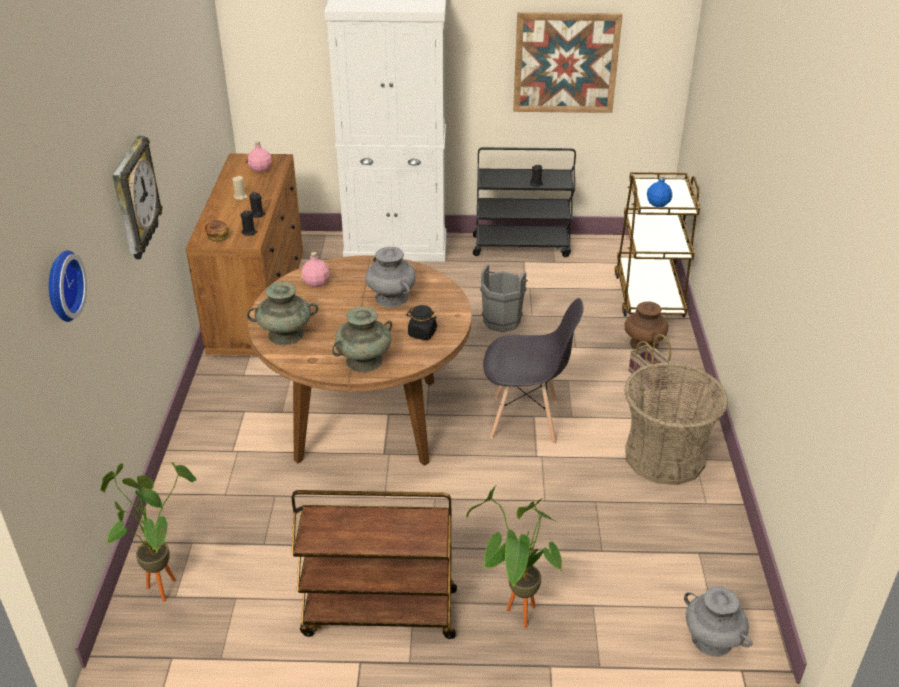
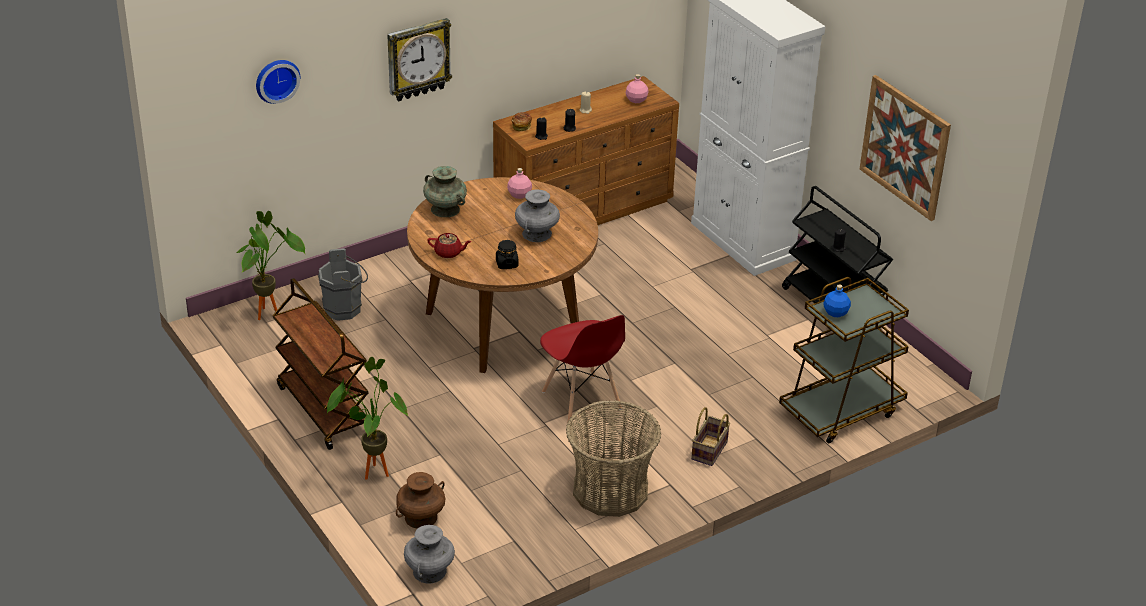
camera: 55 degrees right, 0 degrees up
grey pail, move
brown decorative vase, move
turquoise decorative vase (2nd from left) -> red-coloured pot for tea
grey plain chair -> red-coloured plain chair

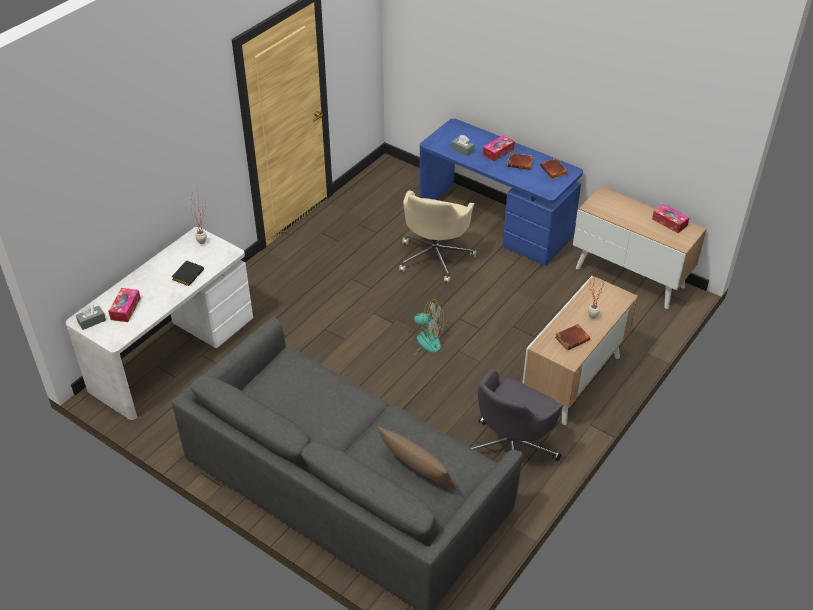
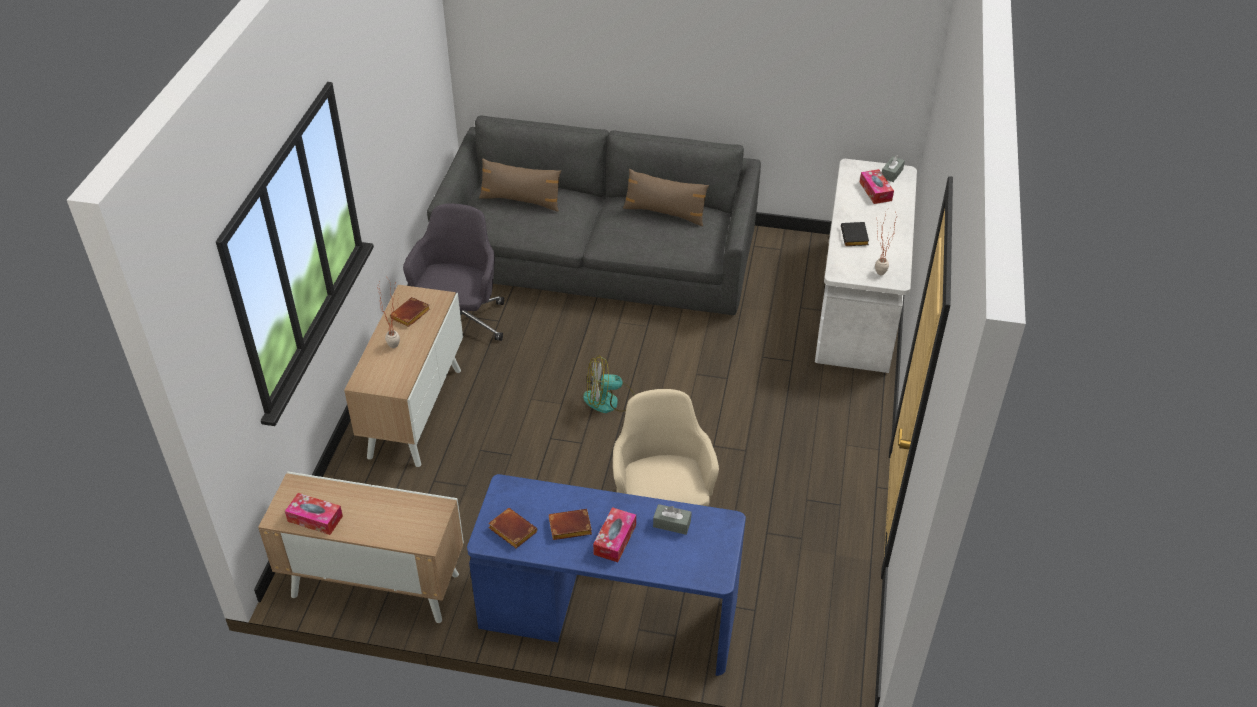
camera: 155 degrees right, 0 degrees up
none -> brown throw pillow (2nd from left)

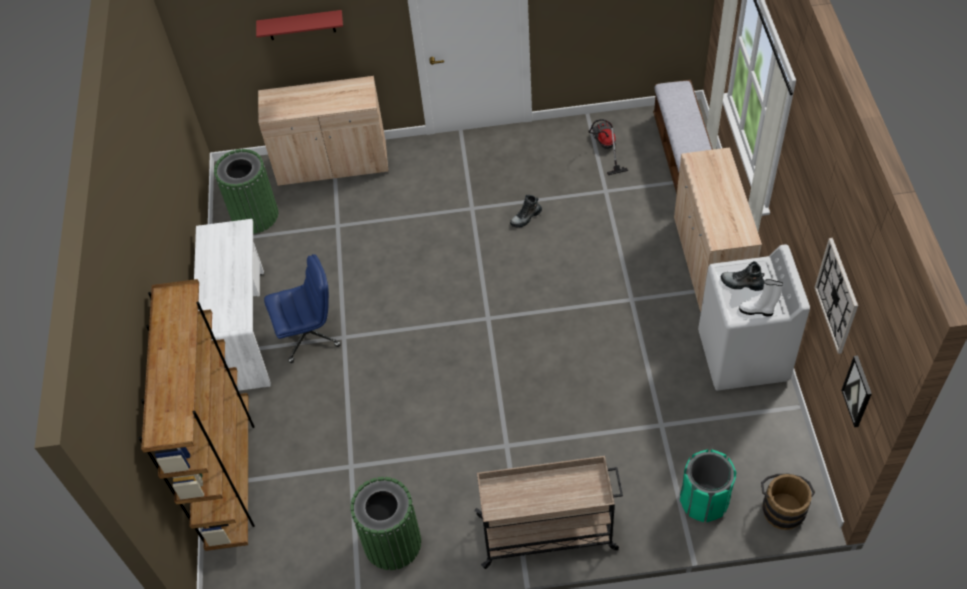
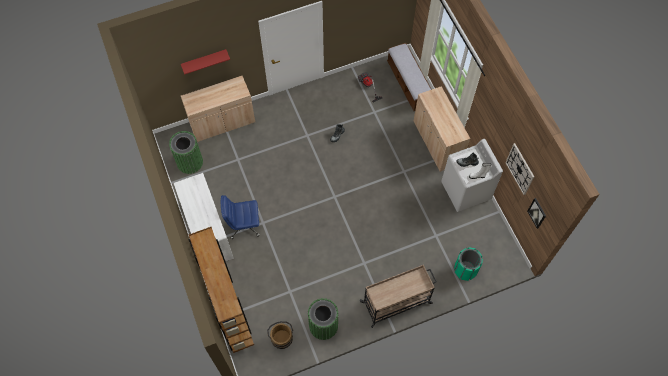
camera: 20 degrees left, 10 degrees up
brown pail, move
blue-coloured office chair, 150 degrees counterclockwise

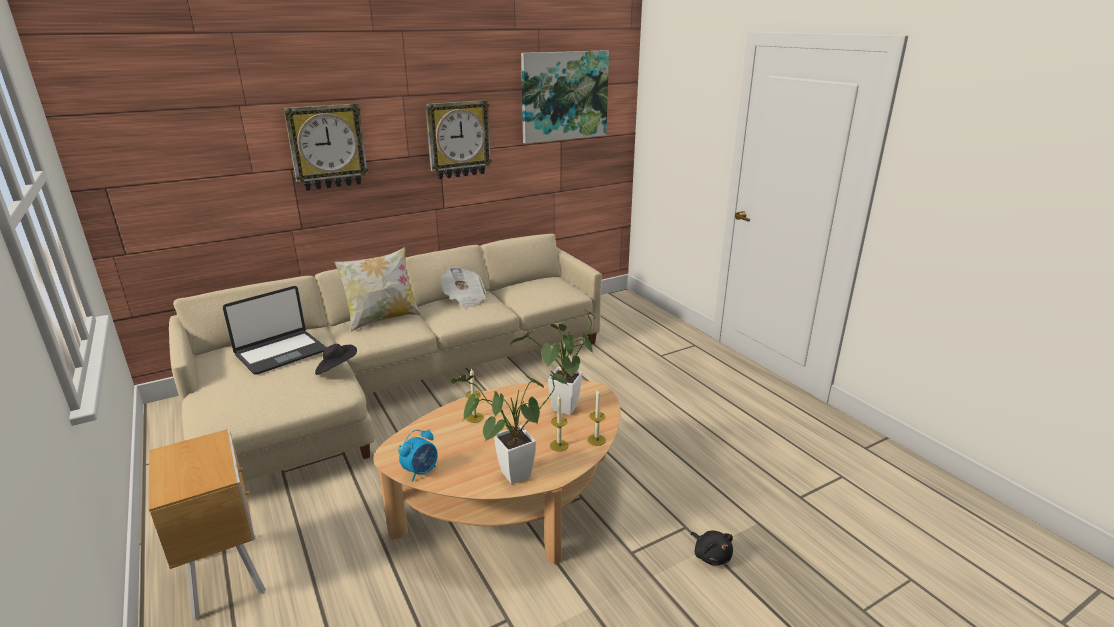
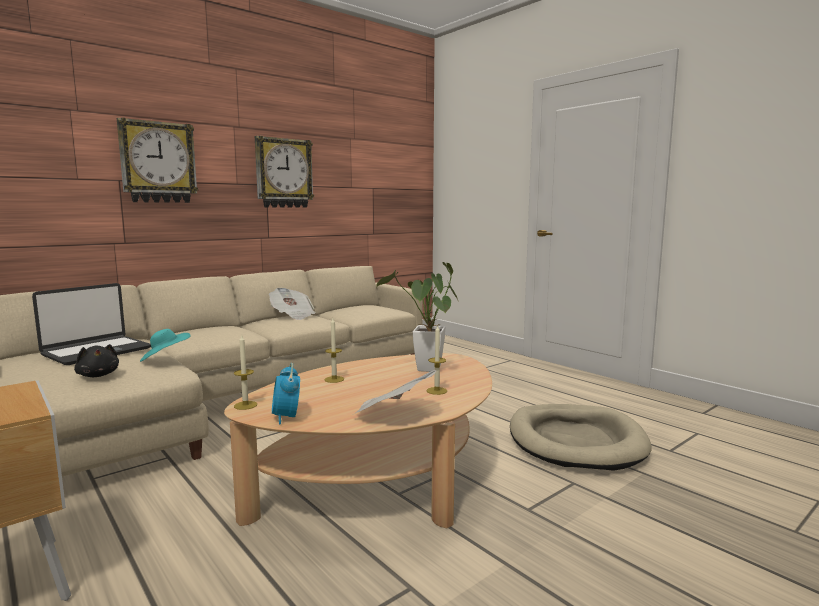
camera: 10 degrees left, 15 degrees down
throw pillow -> none
picture -> none
none -> beige dog bed
wax light (3rd from left in the first image) -> wax light (1st from left), move
blackish plush toy, move
potted plant (1st from left) -> newspaper (2nd from left)
blackish hat -> turquoise hat
bedside clock, 135 degrees clockwise

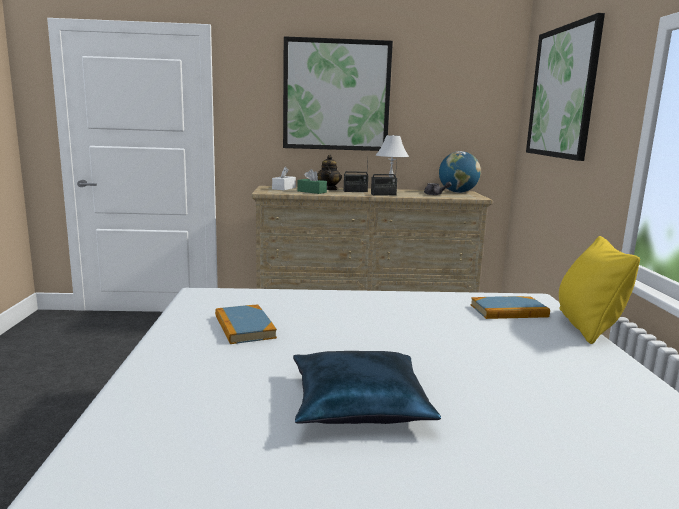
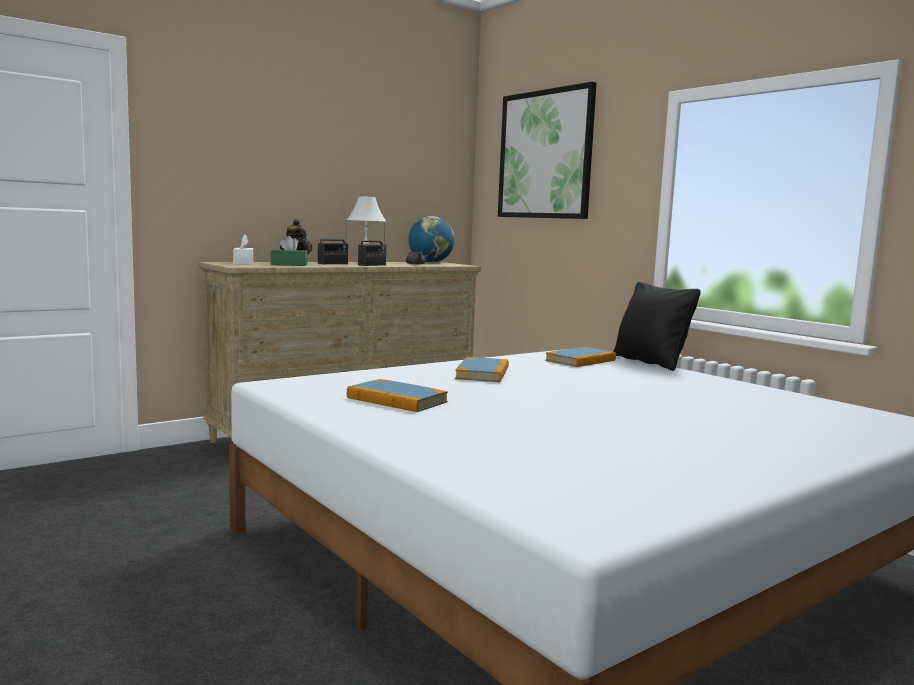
camera: 35 degrees left, 5 degrees down
picture (1st from left) -> none
blue-coloured throw pillow -> none
none -> book (2nd from left)
yellowish throw pillow -> blackish throw pillow

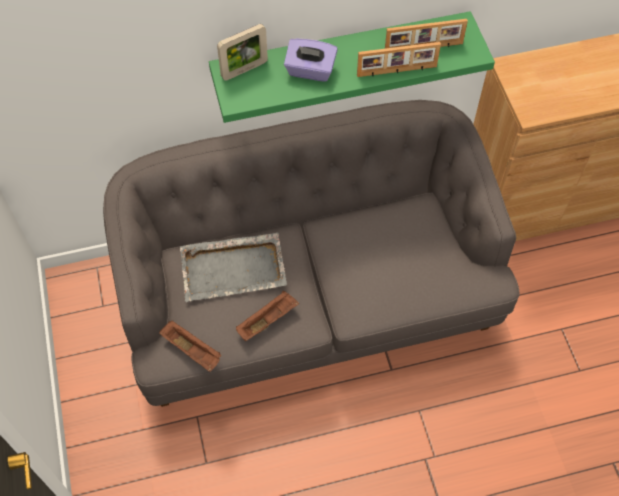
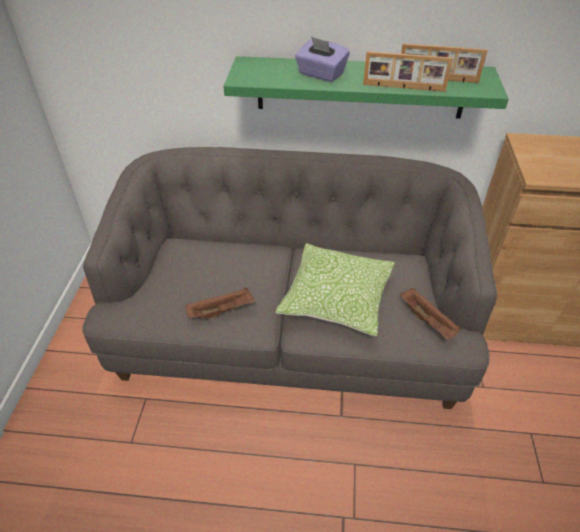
camera: 20 degrees right, 15 degrees down
grey carrying tray -> none
picture frame (1st from left) -> none
none -> throw pillow
brown carrying tray (1st from left in the first image) -> brown carrying tray (2nd from left), move

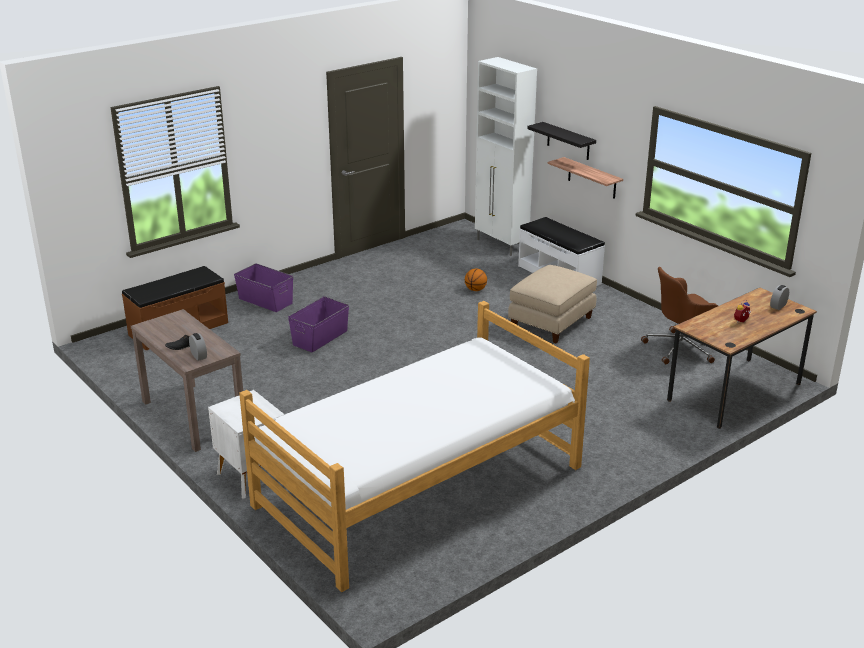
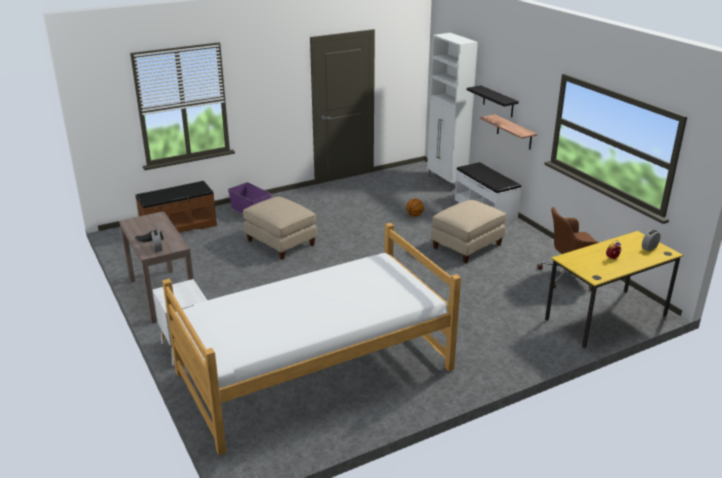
camera: 10 degrees right, 0 degrees up
purplish storage box (2nd from left) -> beige ottoman (1st from left)
brown desk table -> yellowish desk table

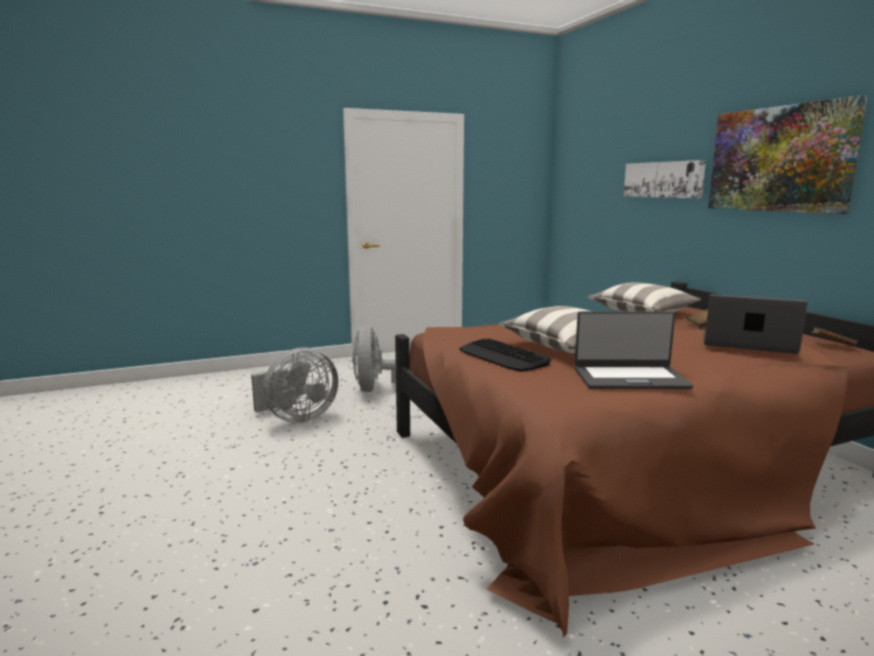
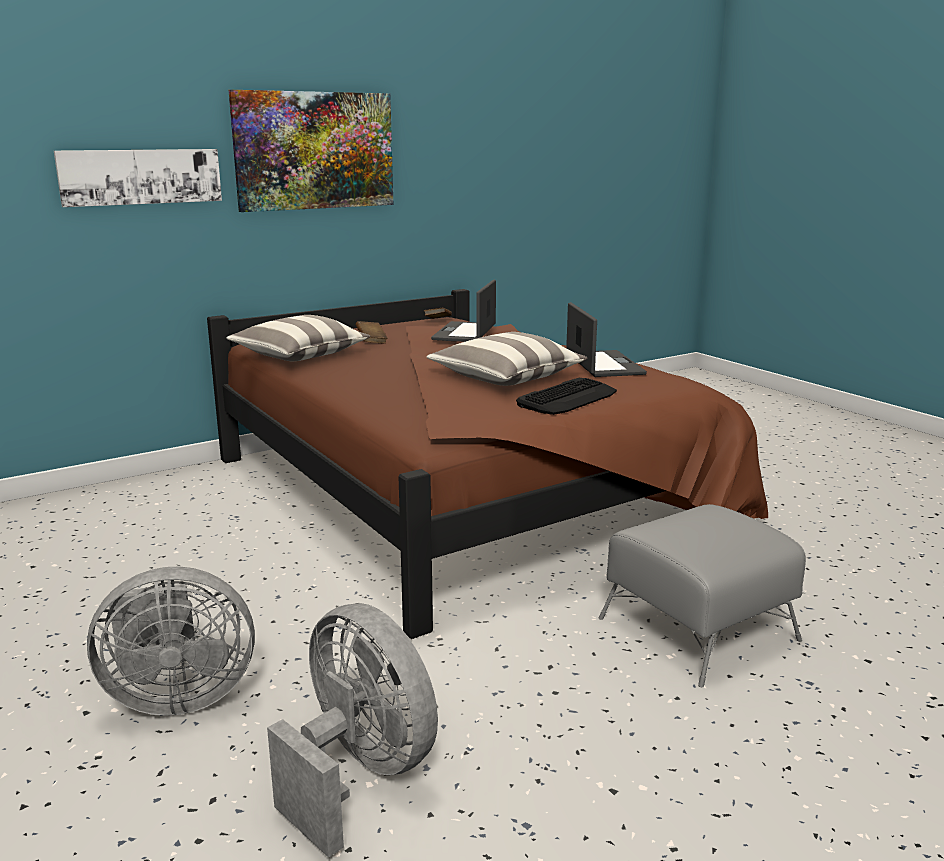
camera: 100 degrees left, 5 degrees up
none -> grey ottoman

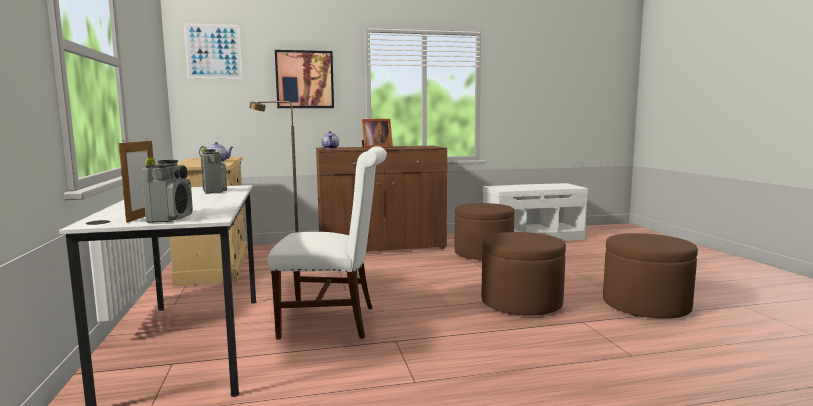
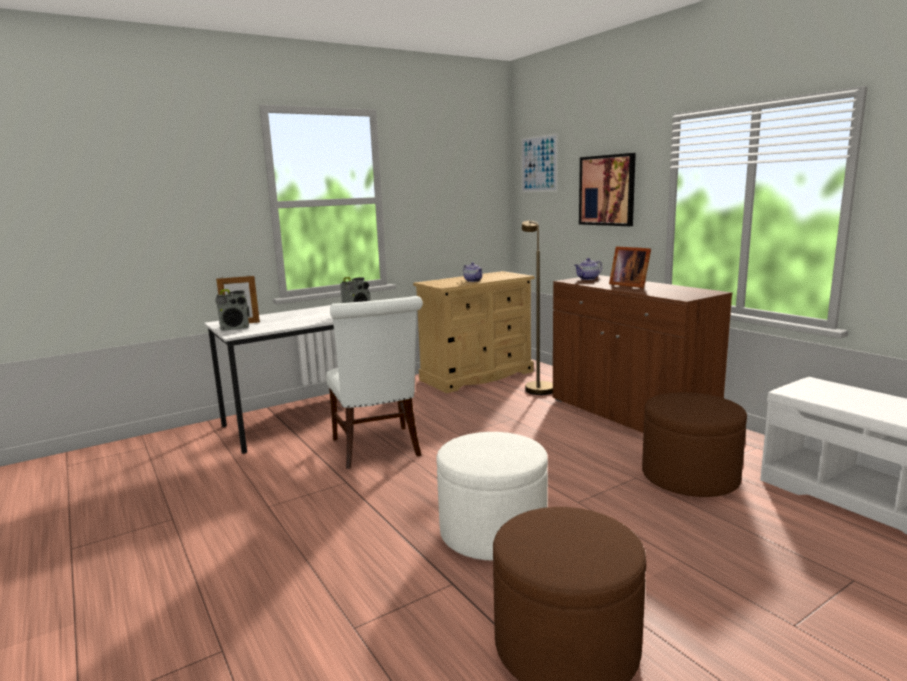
camera: 70 degrees right, 5 degrees up
brown ottoman (2nd from left) -> whitish ottoman

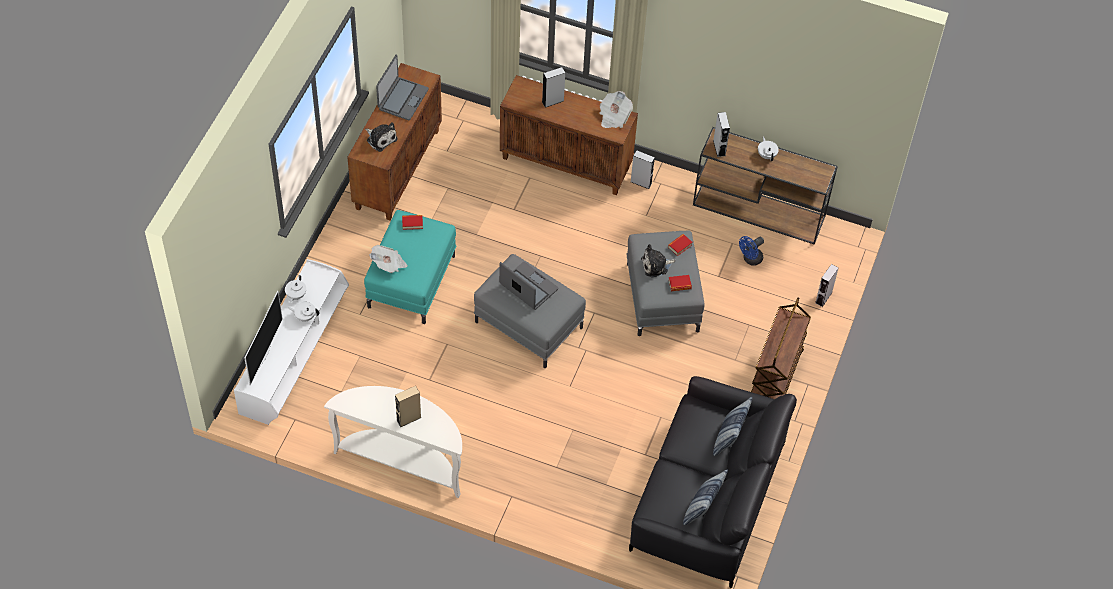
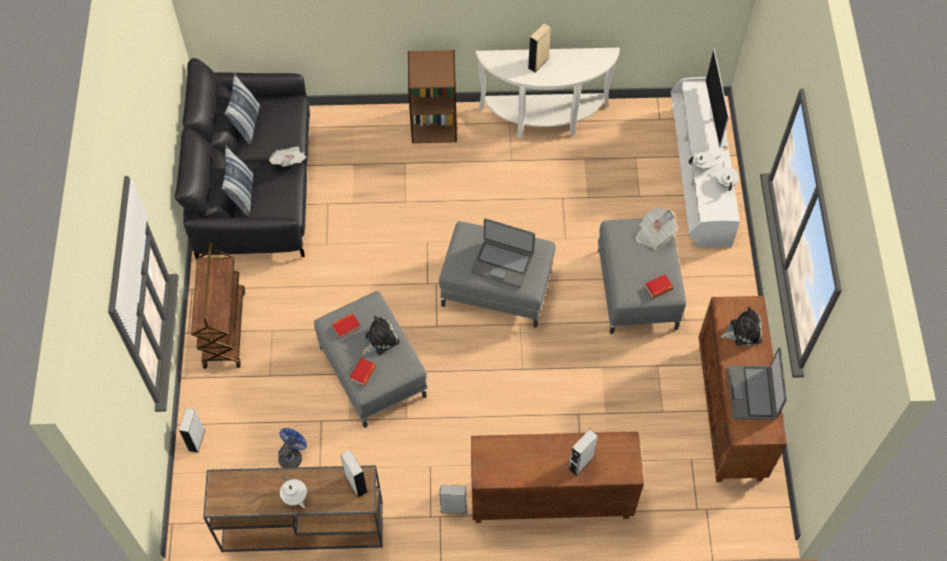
camera: 160 degrees right, 5 degrees up
none -> brown bookcase
newspaper (2nd from left in the first image) -> newspaper (1st from left), move
turquoise ottoman -> grey ottoman (3rd from left)
plush toy (1st from left in the first image) -> plush toy (2nd from left), 150 degrees clockwise

